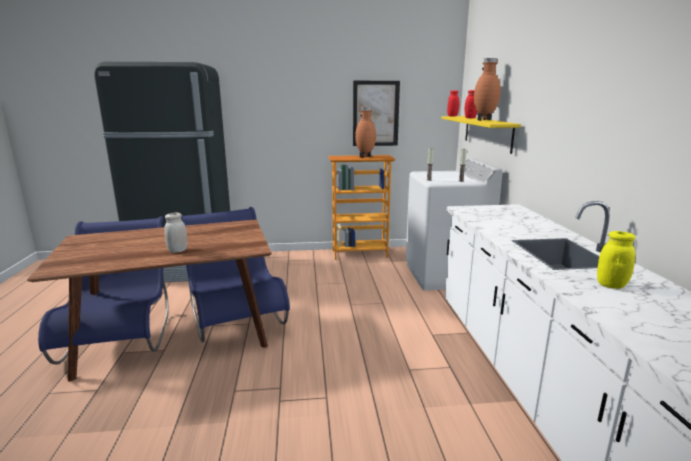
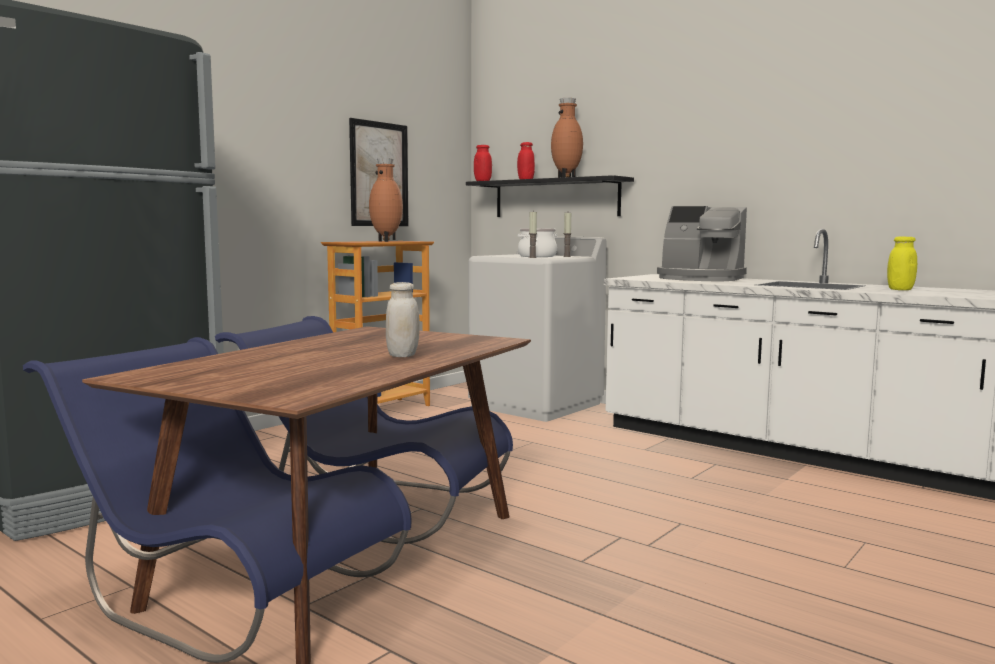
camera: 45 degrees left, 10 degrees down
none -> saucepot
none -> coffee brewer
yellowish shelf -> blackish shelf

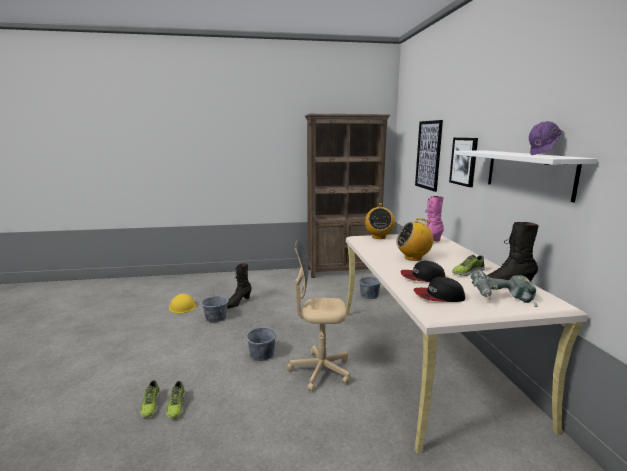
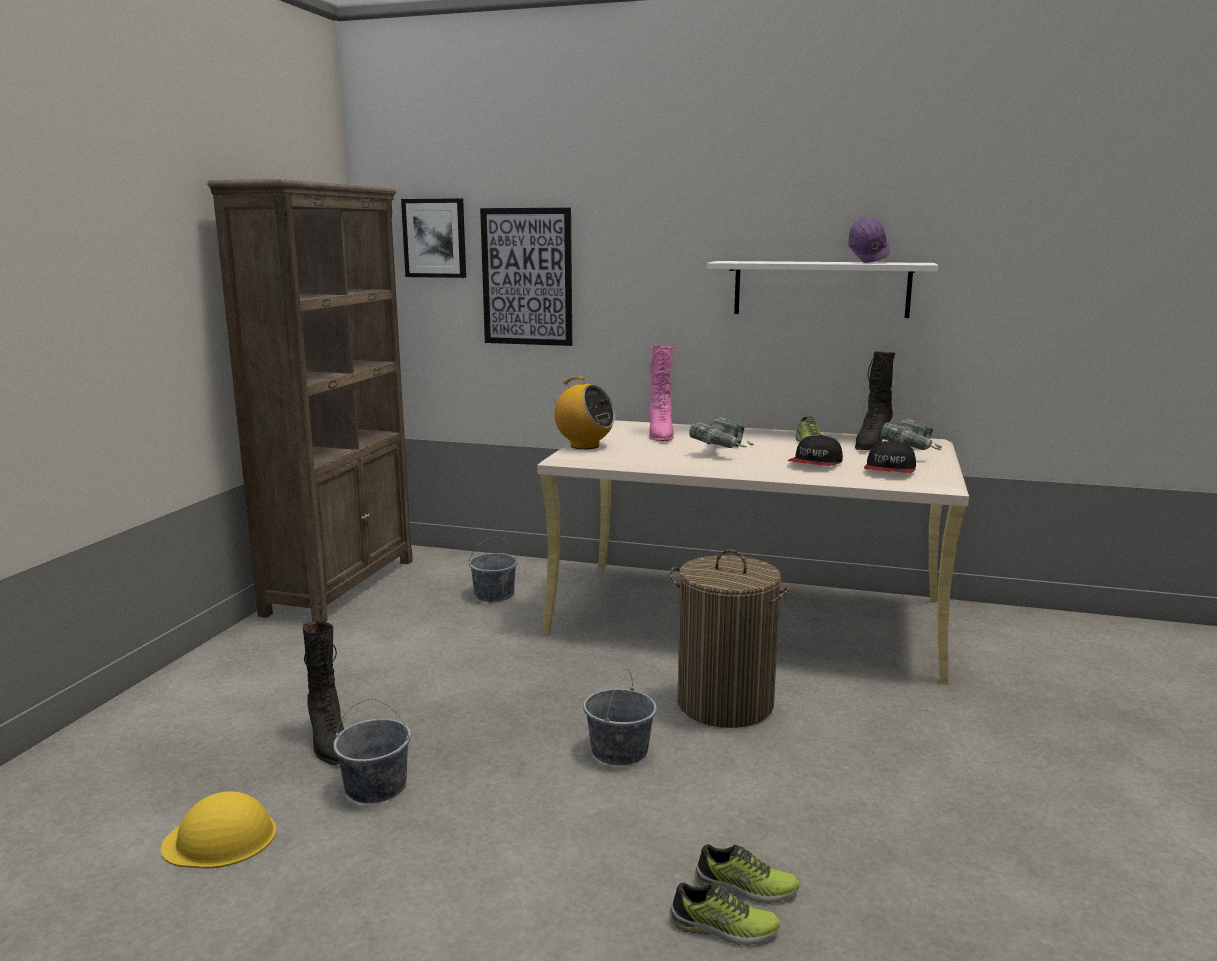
camera: 65 degrees left, 0 degrees up
picture (2nd from left in the first image) -> picture (1st from left), move
beige office chair -> washing basket
radio set (2nd from left) -> electric drill (1st from left)

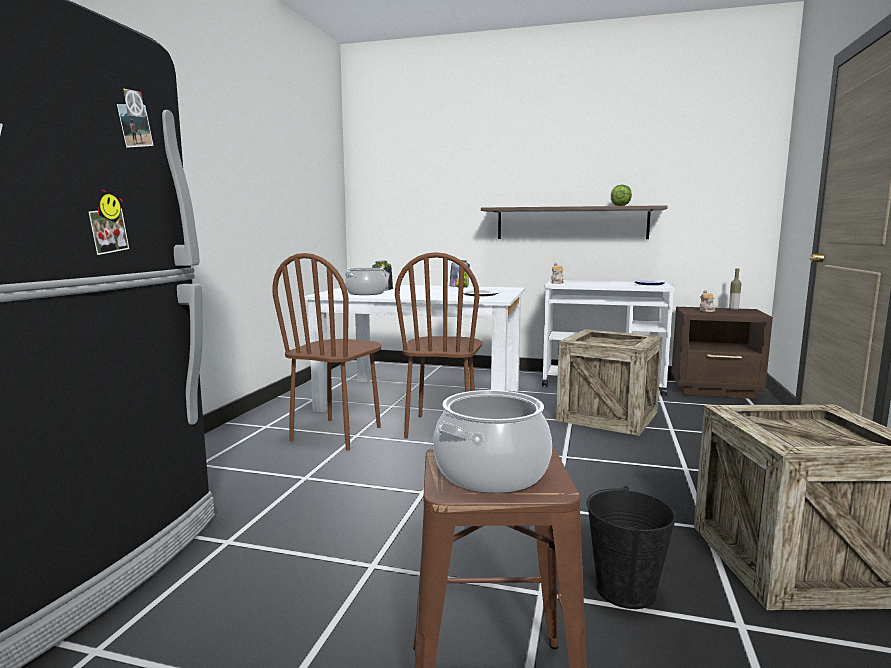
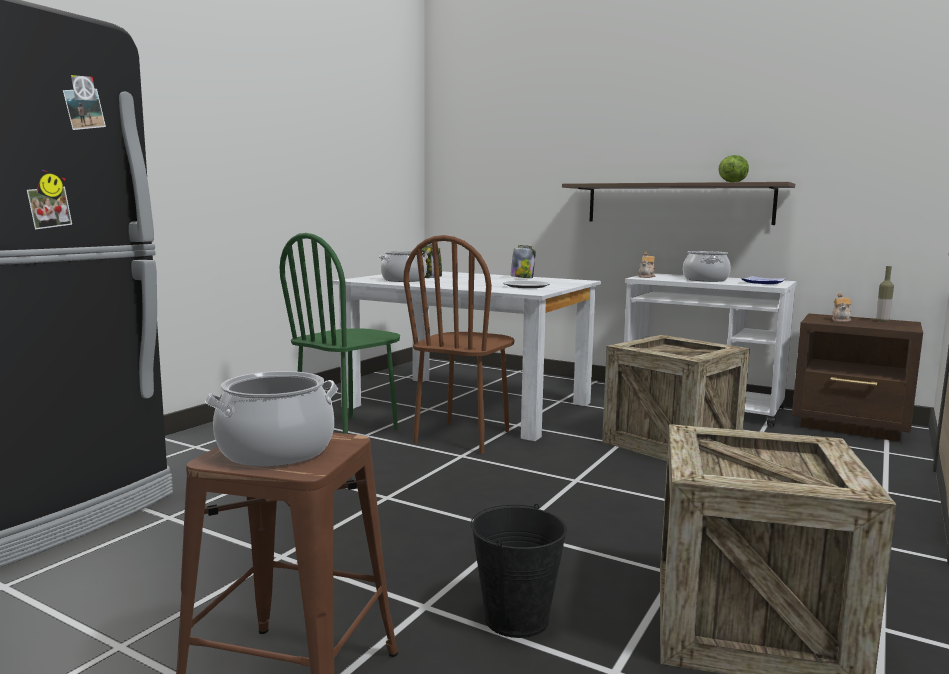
camera: 15 degrees right, 0 degrees up
none -> saucepot (3rd from left)
brown plain chair (1st from left) -> greenish plain chair

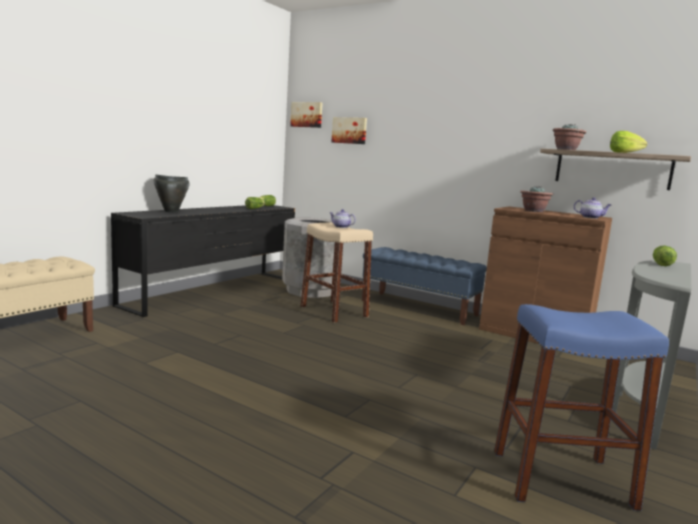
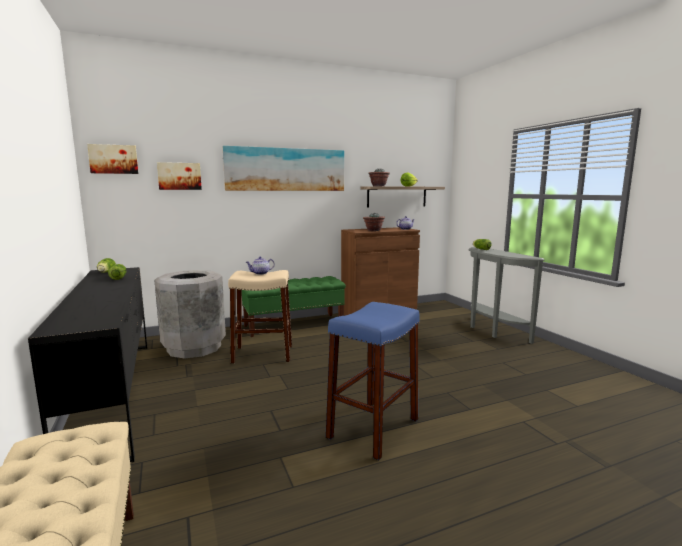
camera: 55 degrees left, 0 degrees up
blackish saucepot -> none
none -> picture (3rd from left)
blue-coloured sitting stool, move
blue-coloured long seat -> greenish long seat

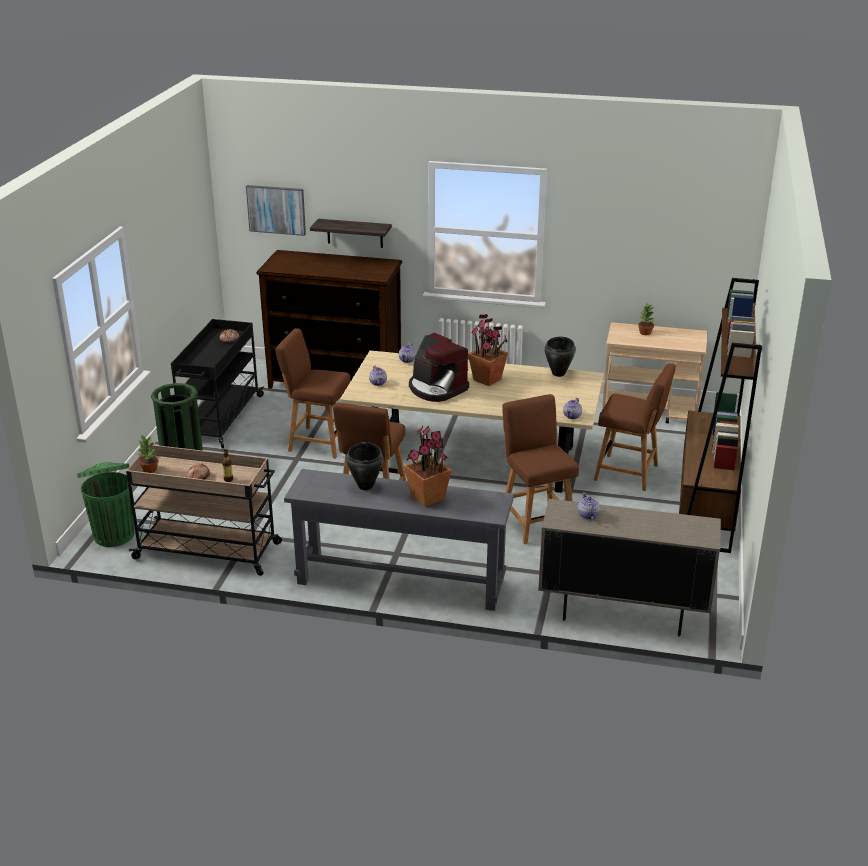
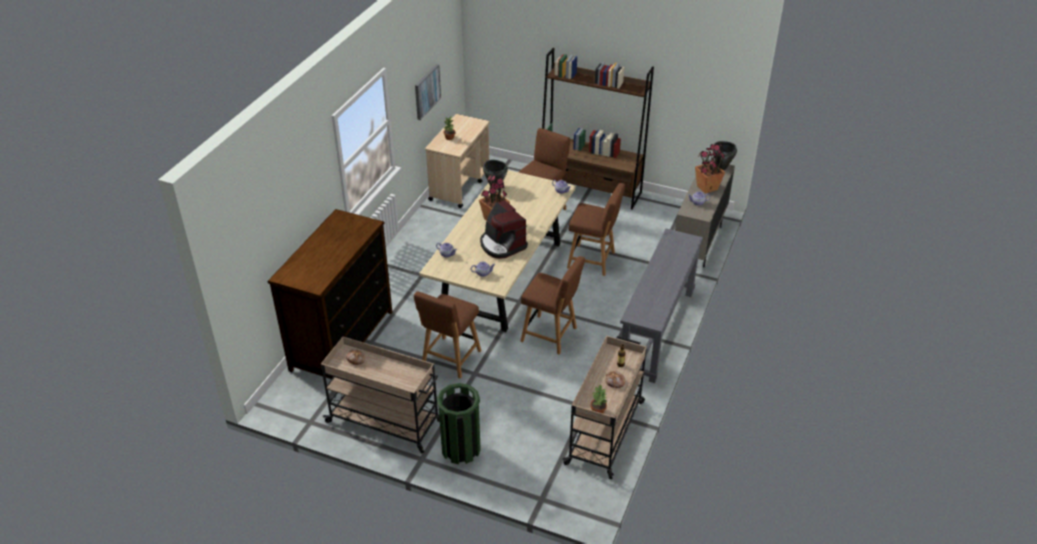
camera: 80 degrees left, 10 degrees up
greenish rubbish bin (1st from left) -> none
shelf -> none
picture, move
blackish saucepot (1st from left in the first image) -> blackish saucepot (2nd from left), move
potted plant (2nd from left in the first image) -> potted plant (4th from left), move
blackish cart -> beige cart (1st from left)
coffee brewer, 90 degrees clockwise
brown plain chair (3rd from left in the first image) -> brown plain chair (4th from left), 150 degrees counterclockwise

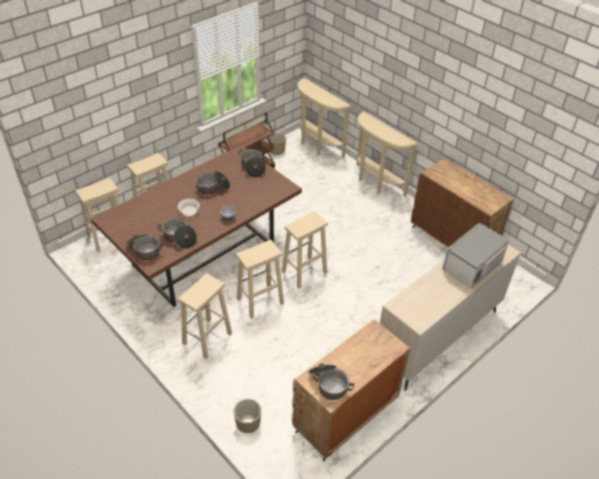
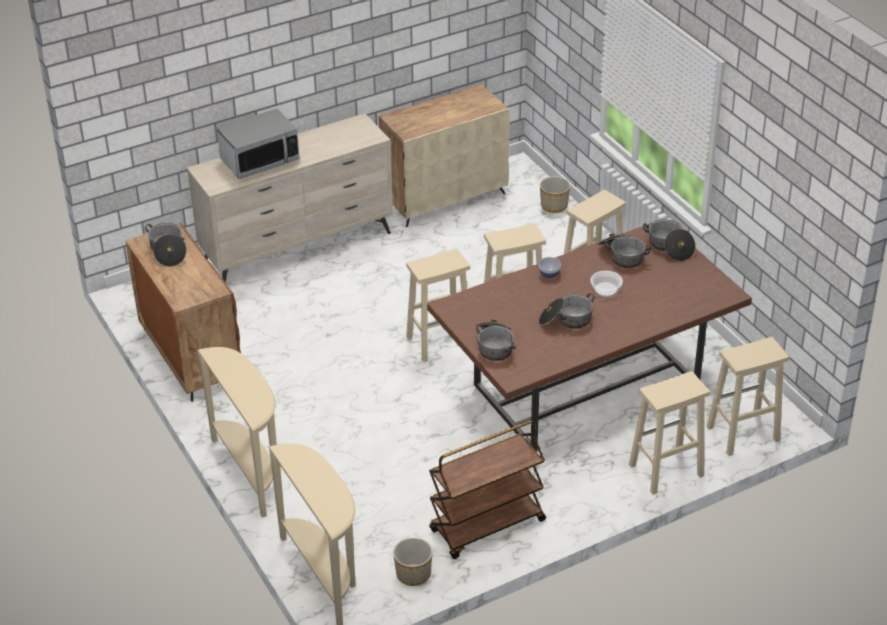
camera: 165 degrees left, 5 degrees down
saucepot (5th from left in the first image) -> saucepot (1st from left), move

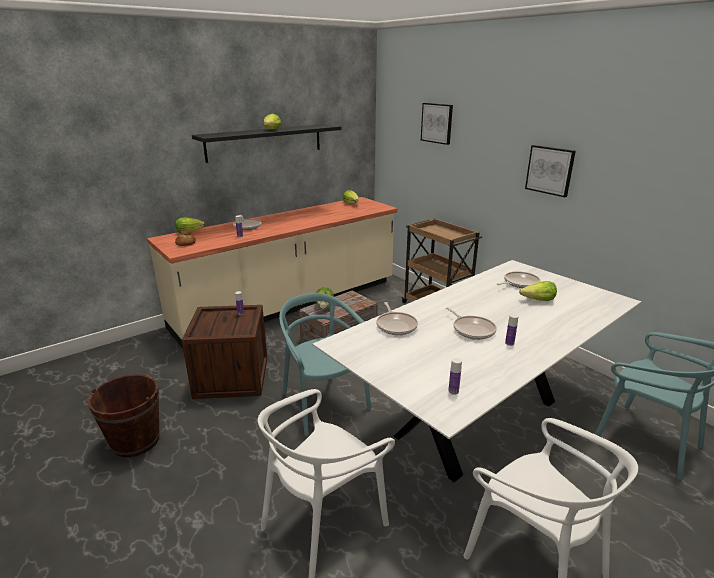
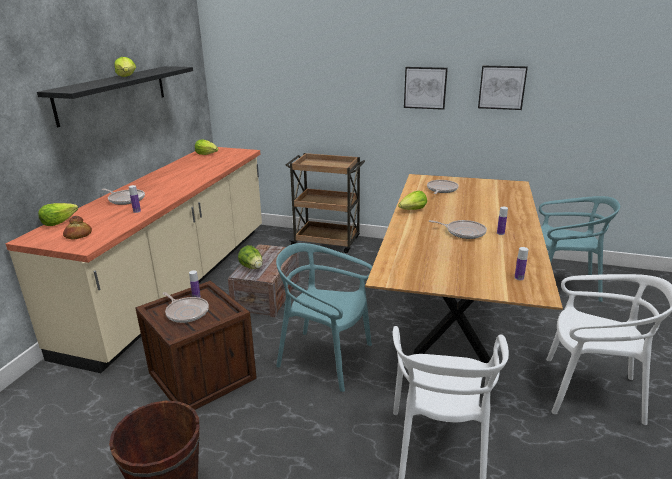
camera: 35 degrees left, 0 degrees up
pan (2nd from left), move
picture (1st from left in the first image) -> picture (2nd from left), move
head of lettuce (5th from left), move
whitish dining table -> brown dining table

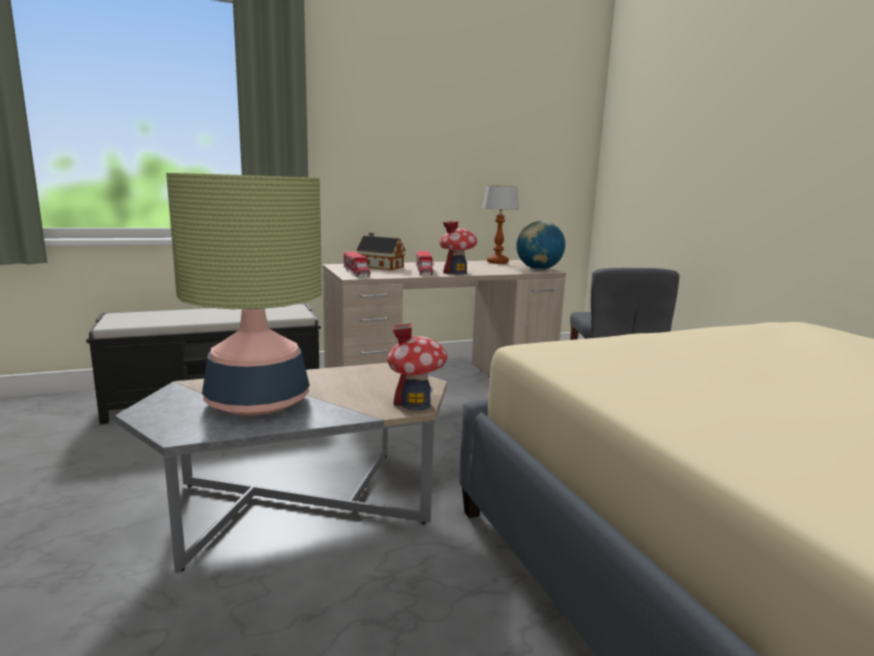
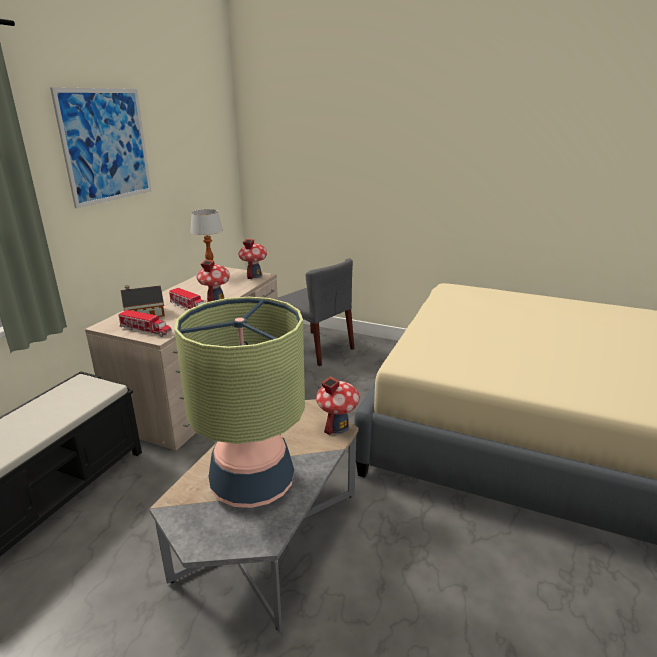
camera: 45 degrees left, 10 degrees up
none -> picture
desk globe -> miniature house (3rd from left)

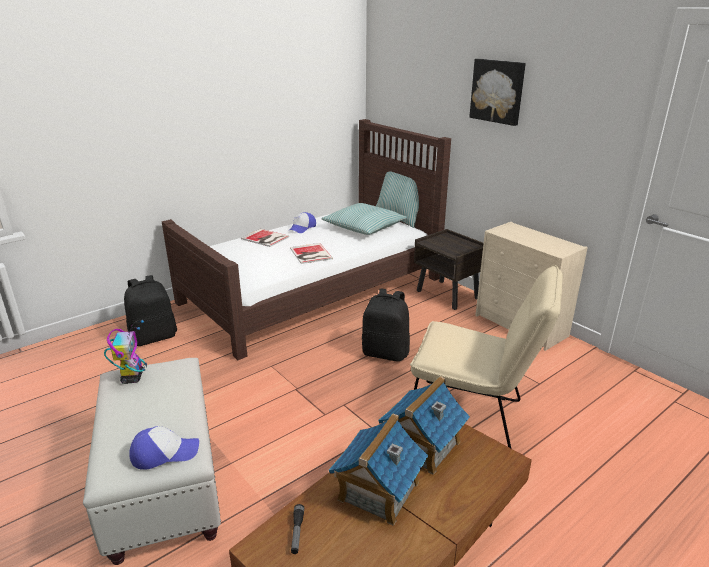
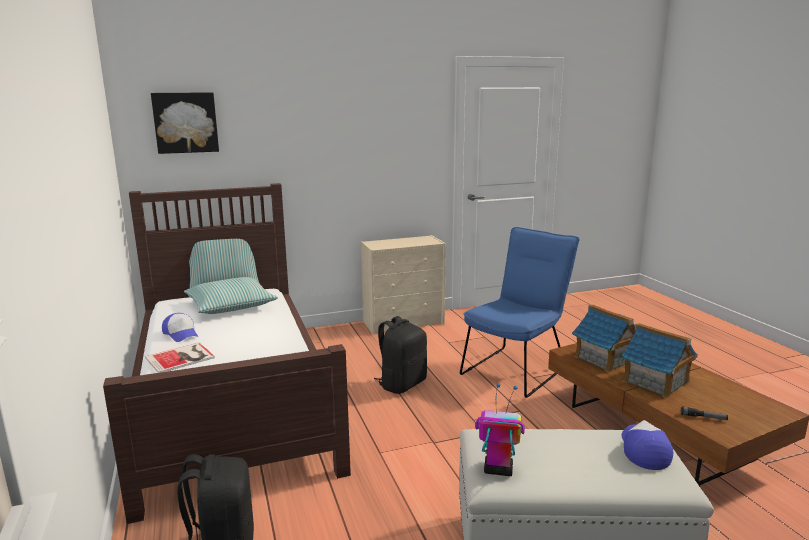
camera: 70 degrees left, 10 degrees down
book (2nd from left) -> none
brown nightstand -> none
picture, move
beige plain chair -> blue-coloured plain chair

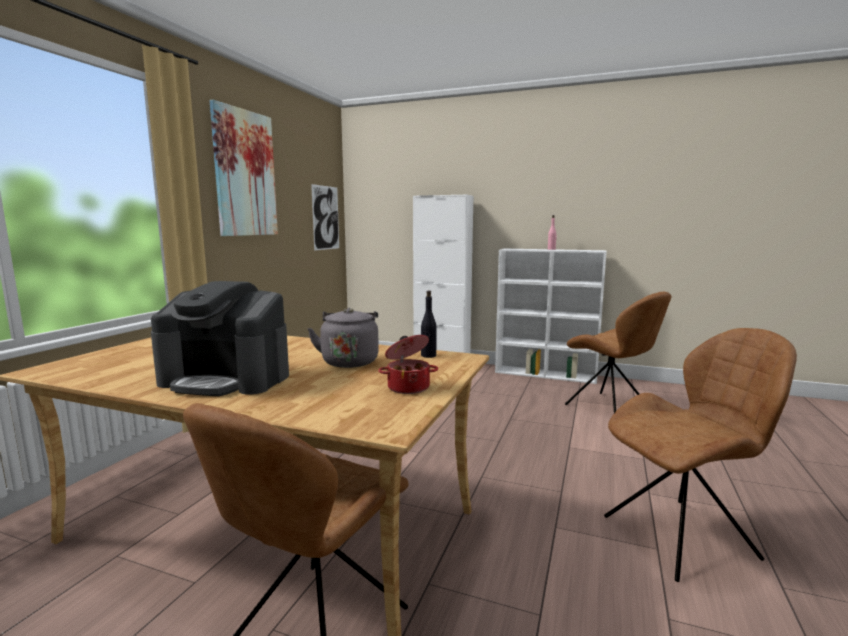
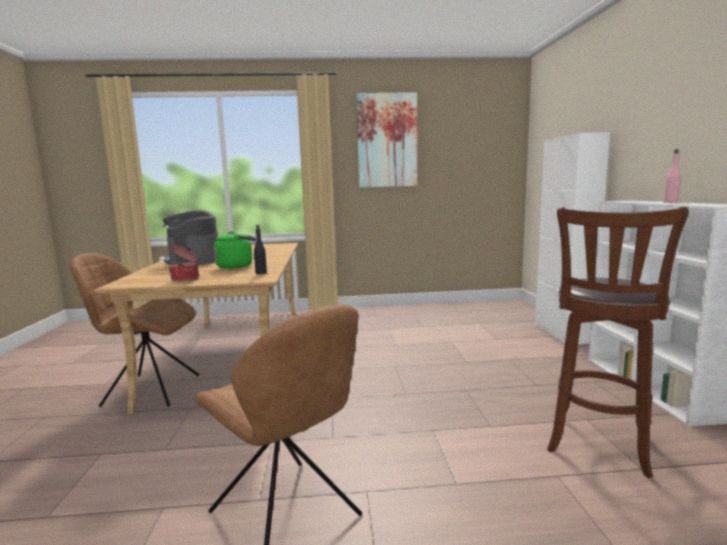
camera: 65 degrees right, 0 degrees up
picture (2nd from left) -> none
brown plain chair (2nd from left) -> brown sitting stool
grey tea kettle -> greenish tea kettle

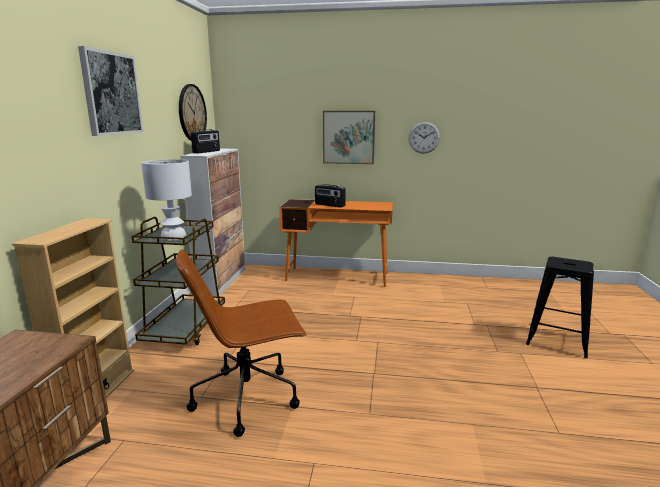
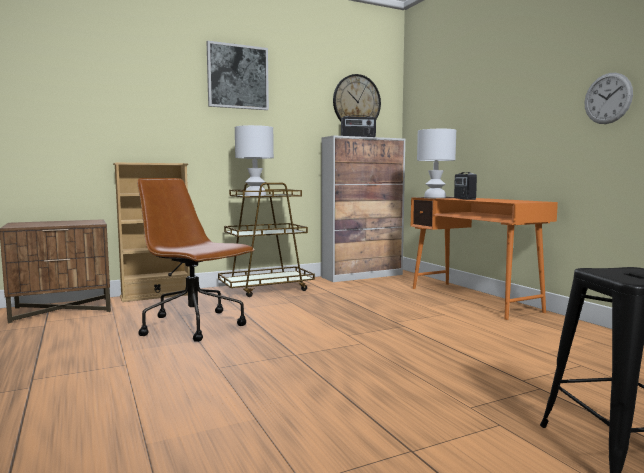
camera: 55 degrees right, 10 degrees down
picture (2nd from left) -> none
none -> whitish lamp for a table (2nd from left)

